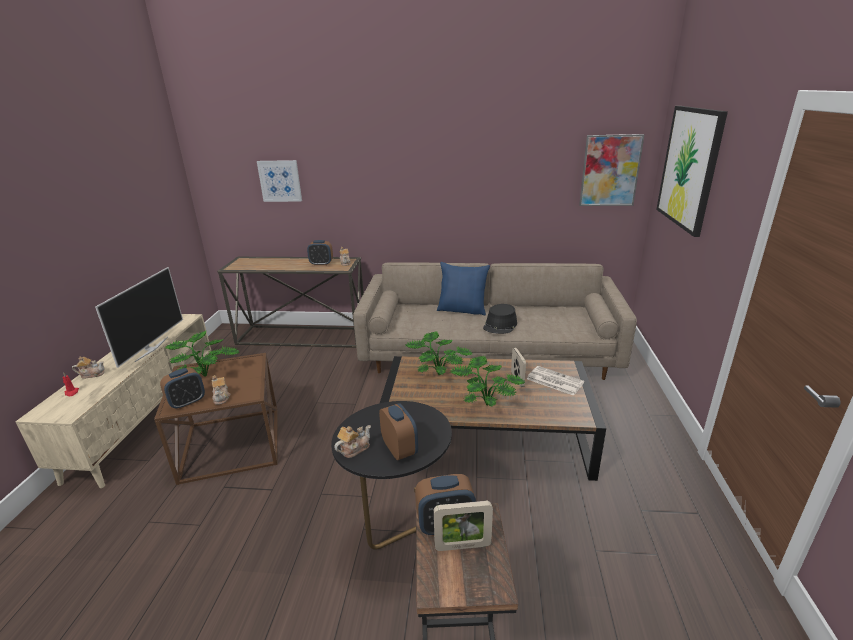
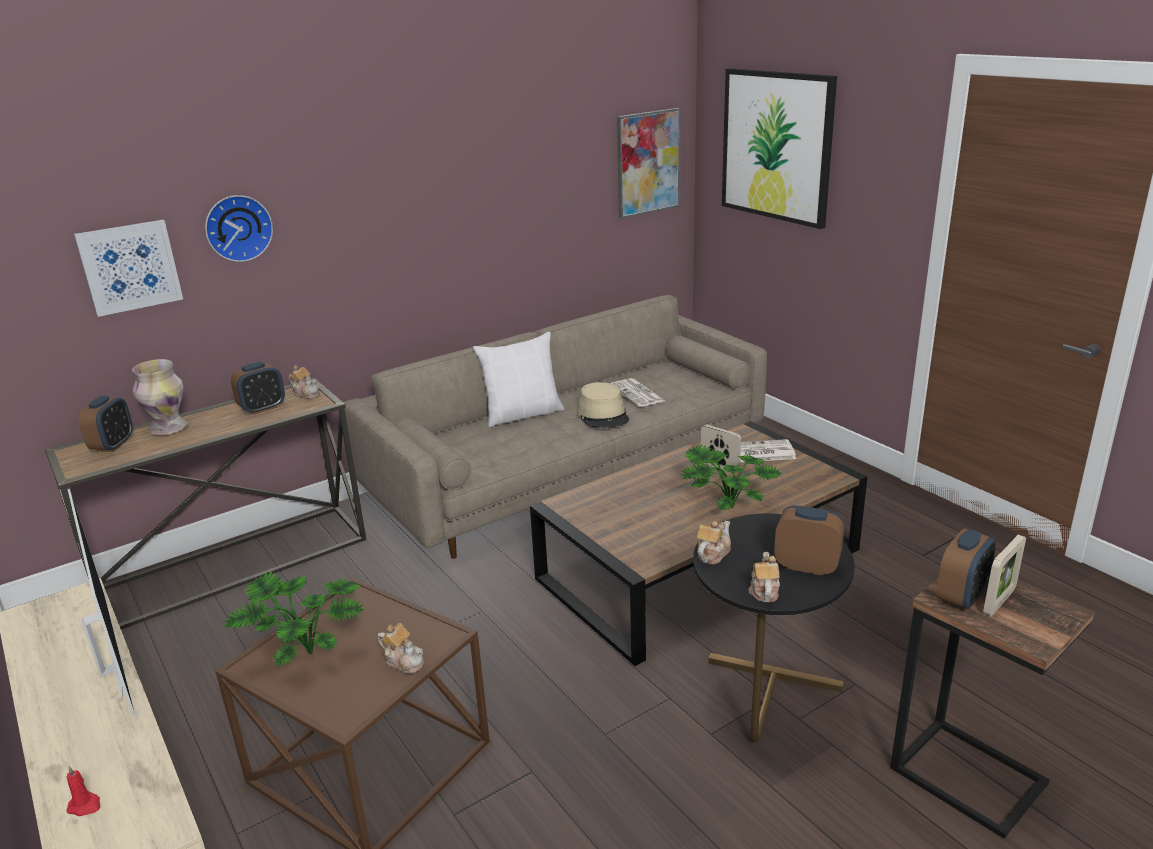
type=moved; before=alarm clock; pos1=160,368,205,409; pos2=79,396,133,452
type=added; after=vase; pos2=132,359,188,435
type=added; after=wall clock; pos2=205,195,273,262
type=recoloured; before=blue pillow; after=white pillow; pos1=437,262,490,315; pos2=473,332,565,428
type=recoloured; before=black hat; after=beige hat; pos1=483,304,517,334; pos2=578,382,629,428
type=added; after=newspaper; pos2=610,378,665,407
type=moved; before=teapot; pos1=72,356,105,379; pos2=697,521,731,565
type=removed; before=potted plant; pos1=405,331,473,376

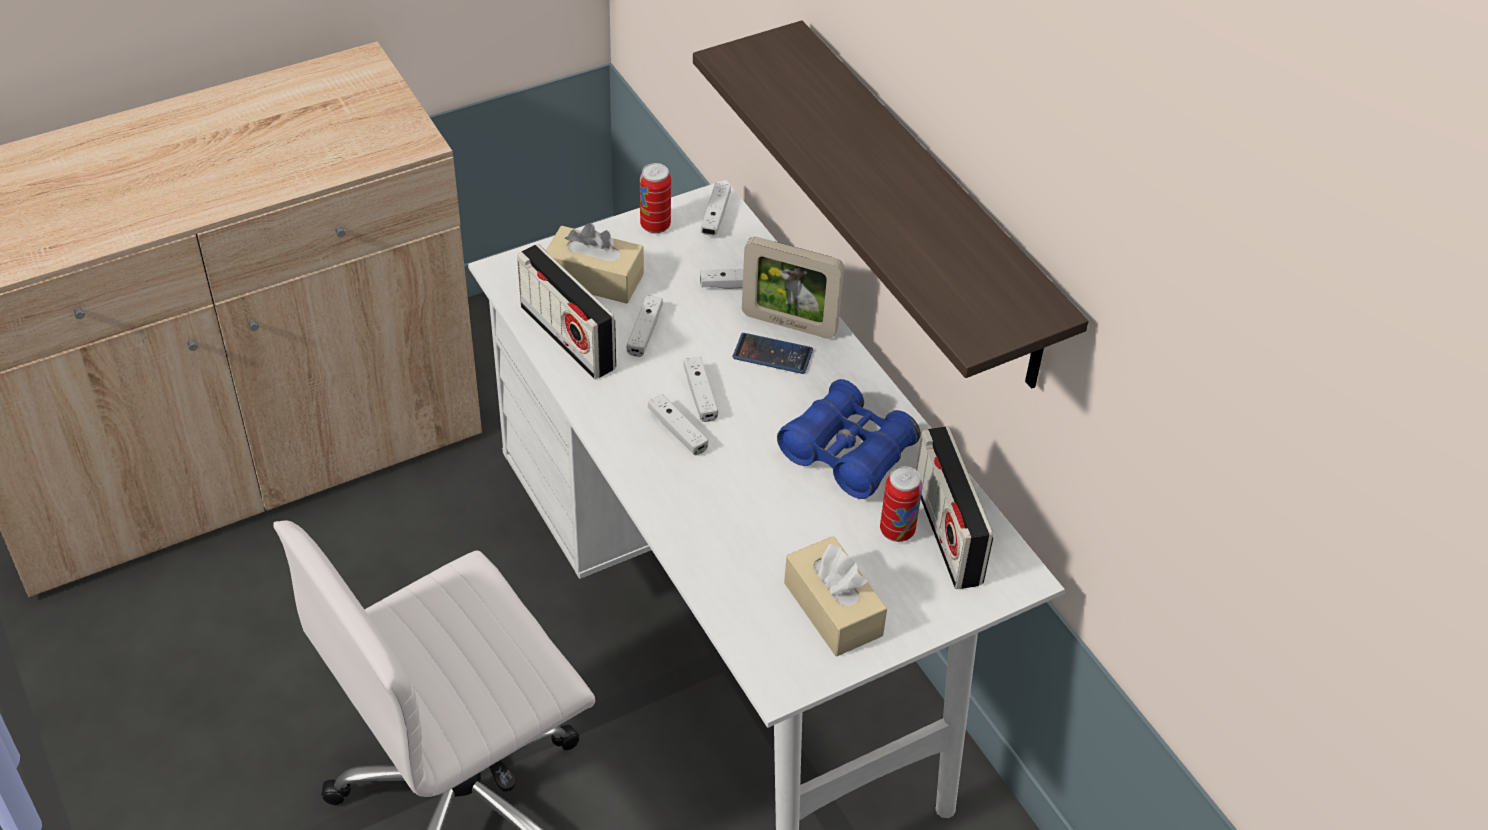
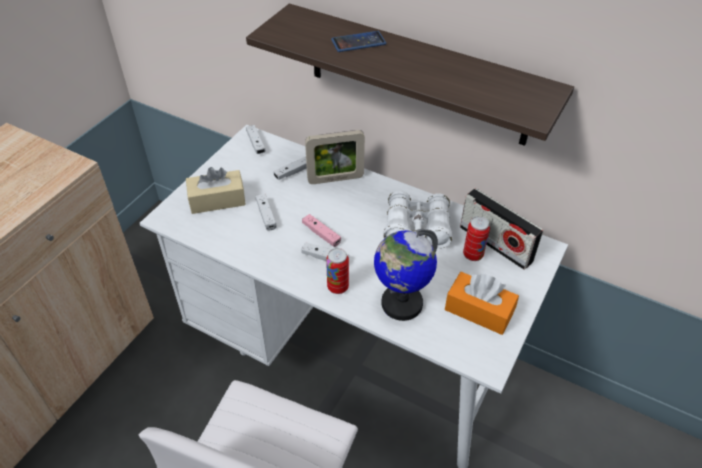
type=recoloured; before=white game controller; after=pink game controller; pos1=683,357,718,422; pos2=302,214,341,247
type=moved; before=can; pos1=640,163,671,234; pos2=326,248,349,294
type=moved; before=phone; pos1=732,333,813,374; pos2=331,31,386,52
type=added; after=globe; pos2=374,229,438,321
type=recoloured; before=blue binoculars; after=white binoculars; pos1=777,379,921,499; pos2=383,191,452,249
type=recoloured; before=beige tissue box; after=orange tissue box; pos1=784,536,887,656; pos2=445,272,519,335
type=removed; before=radio; pos1=517,244,616,379

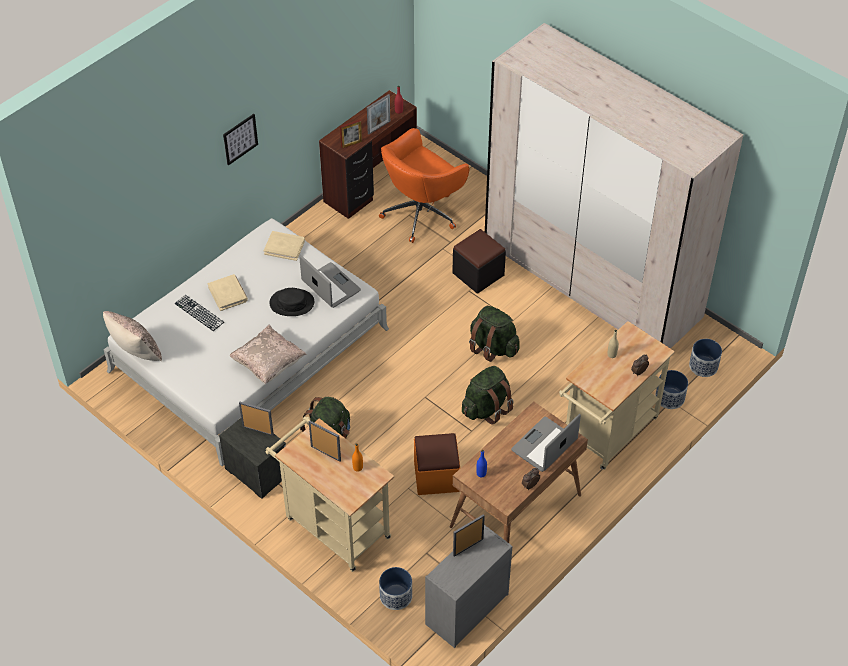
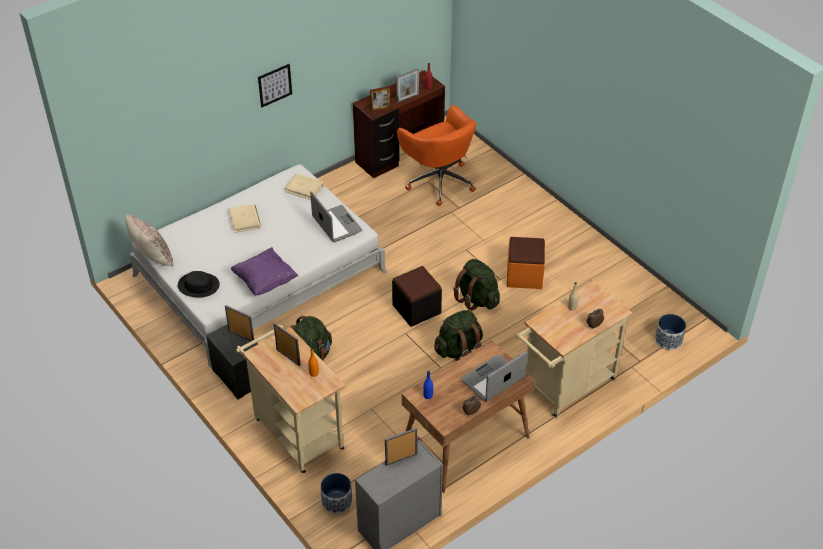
type=moved; before=black hat; pos1=269,288,314,316; pos2=178,271,220,297
type=recoloured; before=beige pillow; after=purple pillow; pos1=229,325,307,384; pos2=231,247,298,296
type=moved; before=black ottoman; pos1=452,229,506,294; pos2=392,266,442,327
type=turned; before=orange office chair; pos1=379,128,470,243; pos2=397,105,477,206; turn=-90
type=moved; before=orange ottoman; pos1=414,433,460,495; pos2=507,237,545,289
type=removed; before=keyboard; pos1=174,295,224,331
type=removed; before=beige wardrobe; pos1=485,23,743,349
type=removed; before=planter; pos1=655,370,688,409

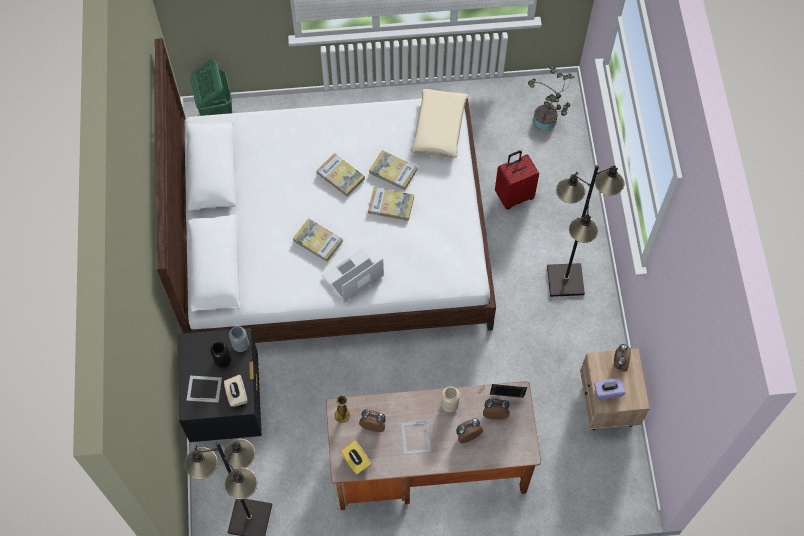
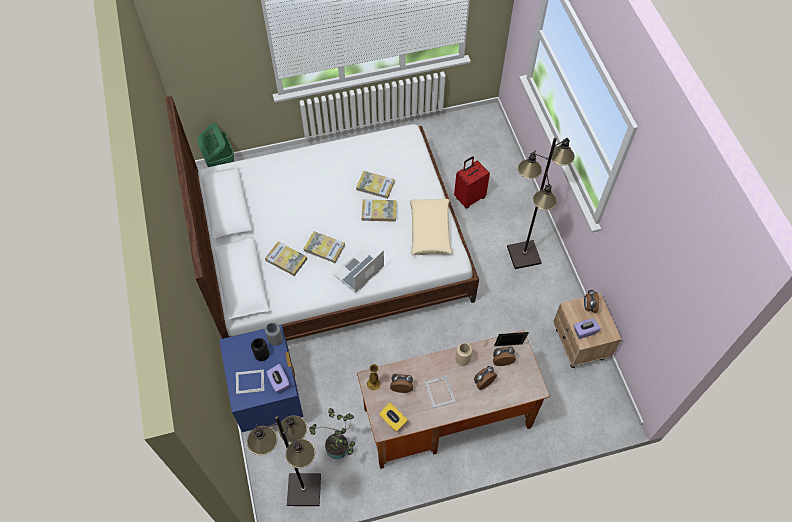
type=recoloured; before=black nightstand; after=blue nightstand; pos1=177,328,262,442; pos2=219,325,303,432
type=moved; before=book; pos1=317,153,365,197; pos2=265,241,307,276
type=recoloured; before=beige tissue box; after=purple tissue box; pos1=224,375,247,407; pos2=267,364,290,393
type=moved; before=potted plant; pos1=528,65,574,131; pos2=309,408,355,459
type=moved; before=beige pillow; pos1=410,89,468,158; pos2=410,199,452,255

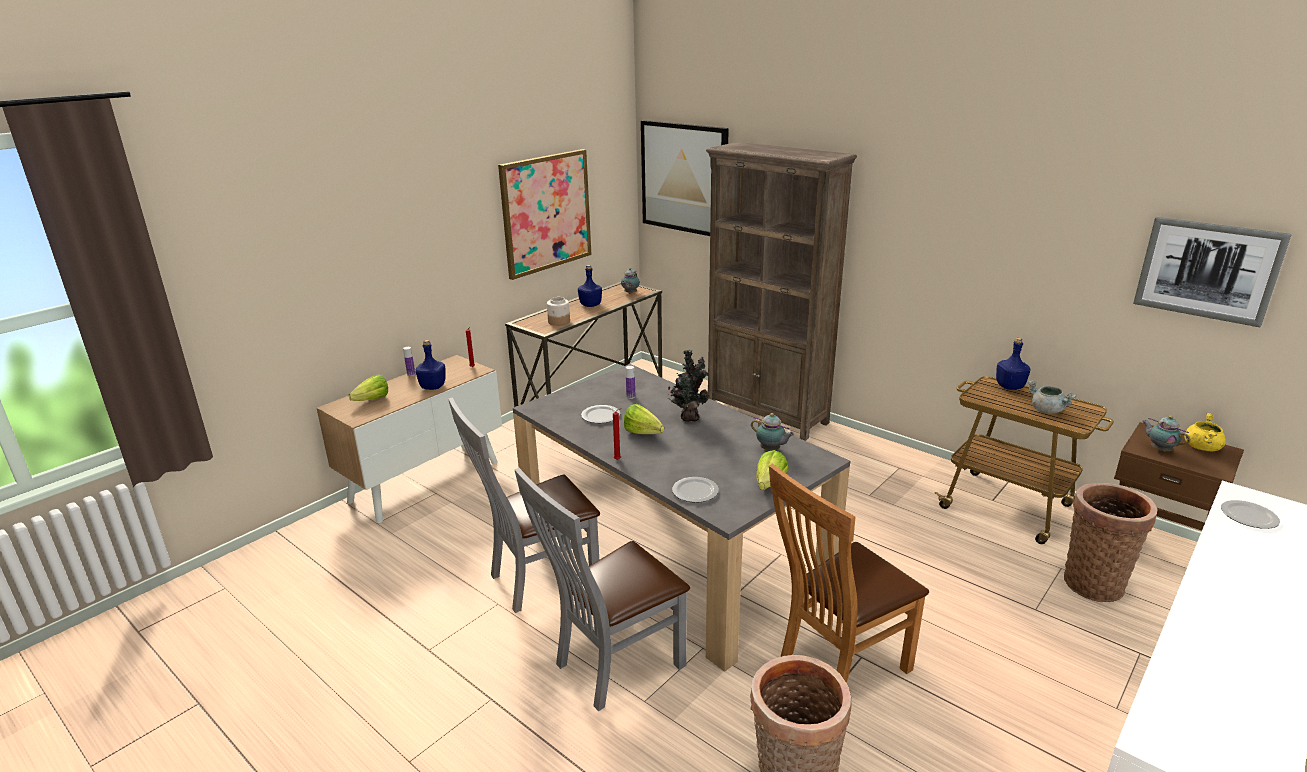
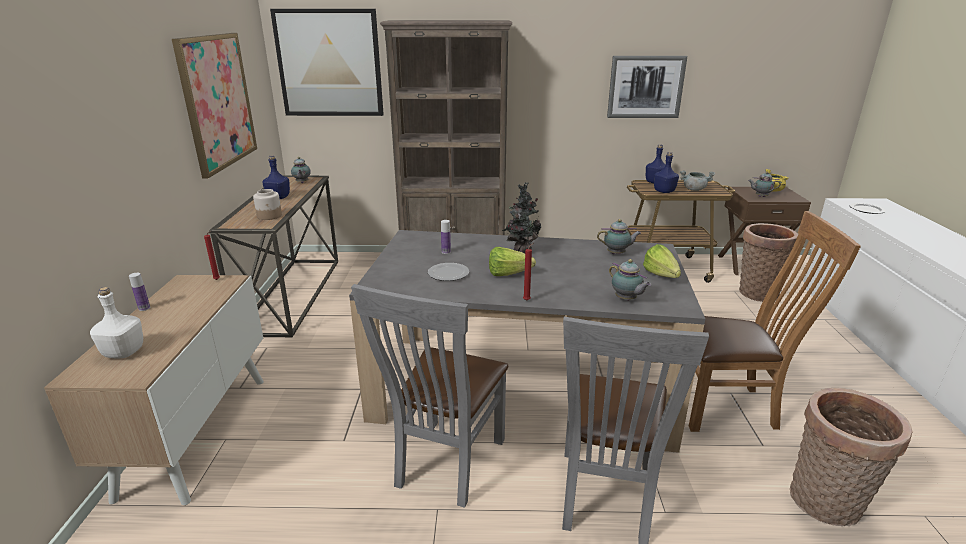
type=replaced; before=lettuce; after=white bottle; pos1=349,375,388,401; pos2=90,287,143,358
type=moved; before=picture; pos1=1133,217,1292,328; pos2=607,56,687,118
type=replaced; before=plate; after=teapot; pos1=672,477,719,503; pos2=609,259,651,301
type=moved; before=blue bottle; pos1=416,340,446,390; pos2=654,152,679,193
type=turned; before=brown chair; pos1=769,464,929,683; pos2=689,211,861,432; turn=-105

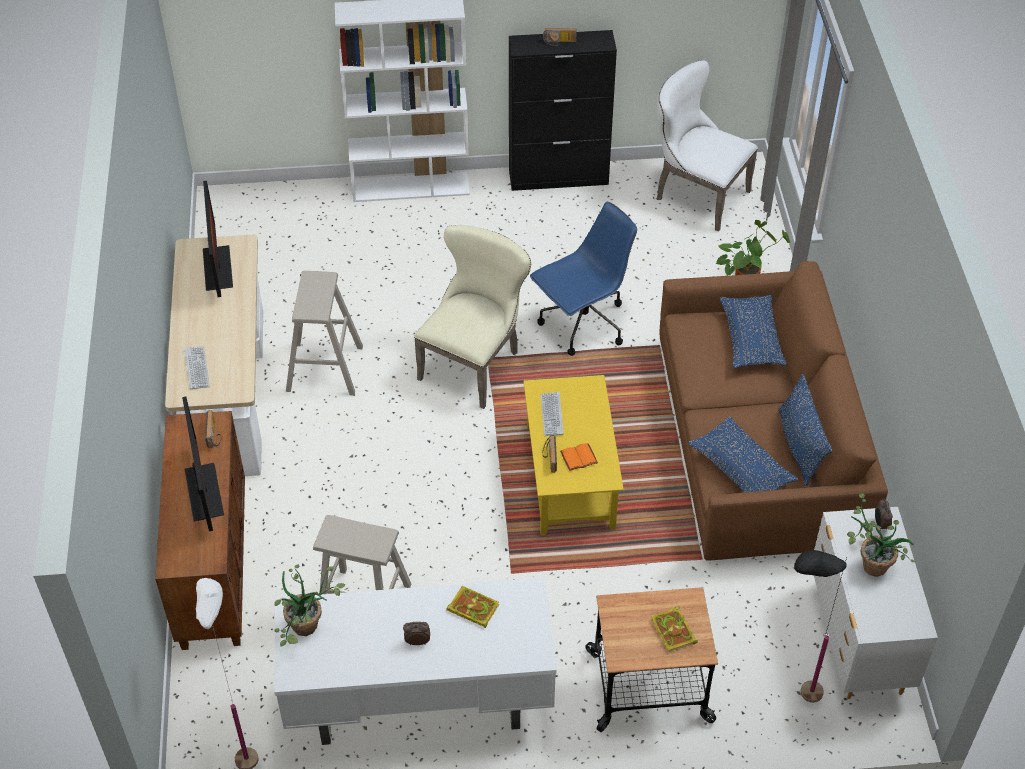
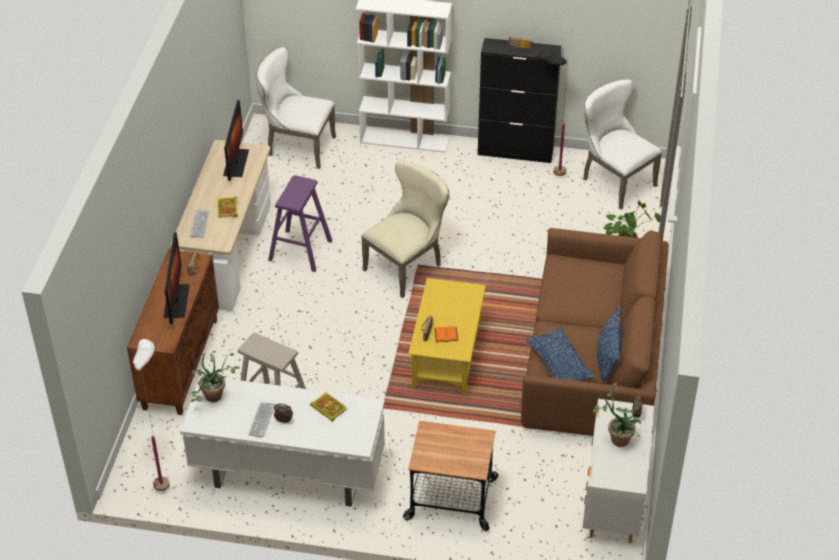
type=moved; before=book; pos1=651,606,698,652; pos2=218,197,238,218
type=moved; before=keyboard; pos1=541,392,564,436; pos2=248,402,275,437
type=added; after=white chair; pos2=256,47,336,169
type=recoloured; before=beige stool; after=purple stool; pos1=286,271,363,395; pos2=268,175,333,272
type=moved; before=black floor lamp; pos1=794,550,847,703; pos2=537,50,568,176
type=removed; before=blue office chair; pos1=530,202,637,356
type=removed; before=blue pillow; pos1=720,295,787,368

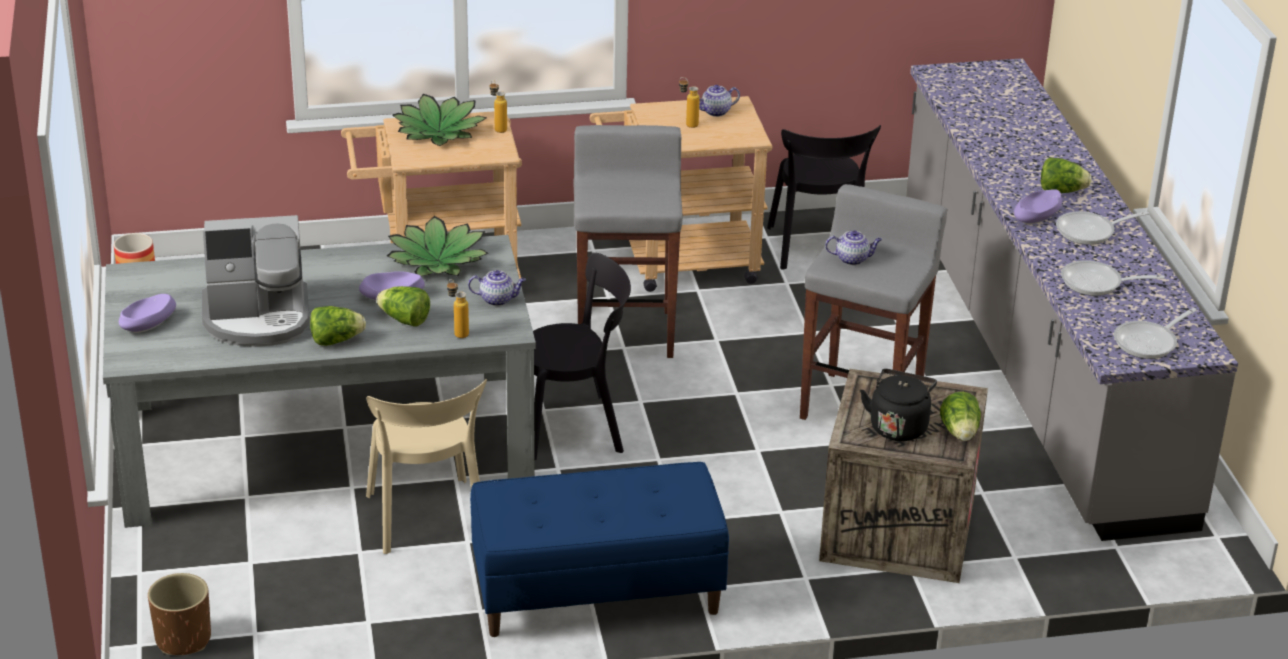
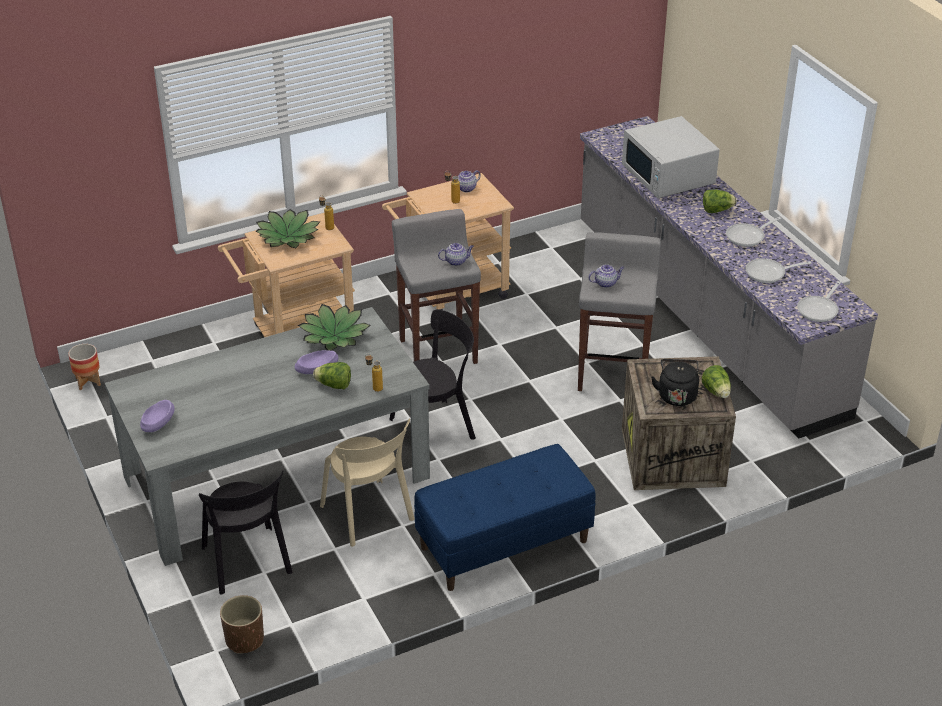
type=moved; before=black chair; pos1=767,125,881,270; pos2=199,470,293,595
type=moved; before=teapot; pos1=468,270,526,306; pos2=438,243,474,266
type=added; after=white microwave; pos2=622,116,720,198
type=removed; before=coffee machine; pos1=202,215,309,347
type=removed; before=lettuce; pos1=310,306,366,346
type=removed; before=purple bowl; pos1=1014,189,1062,224

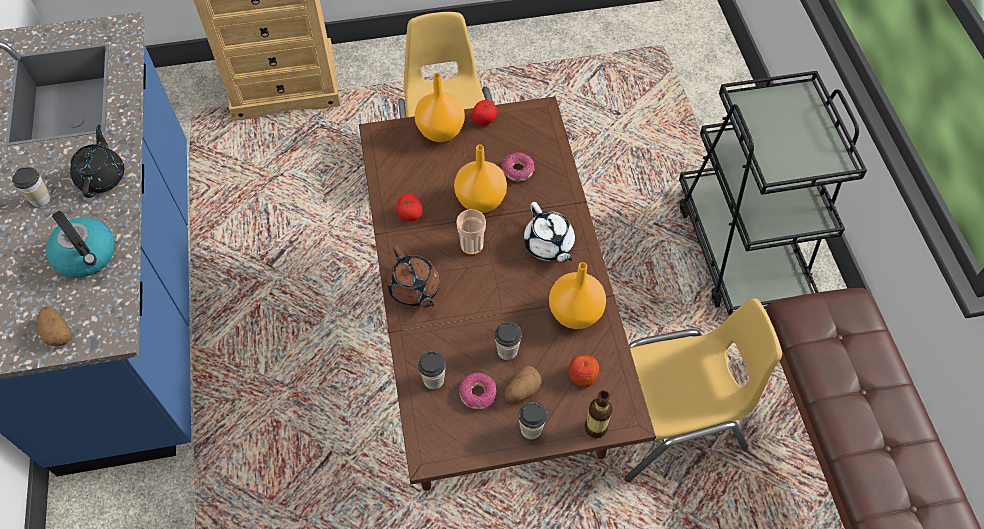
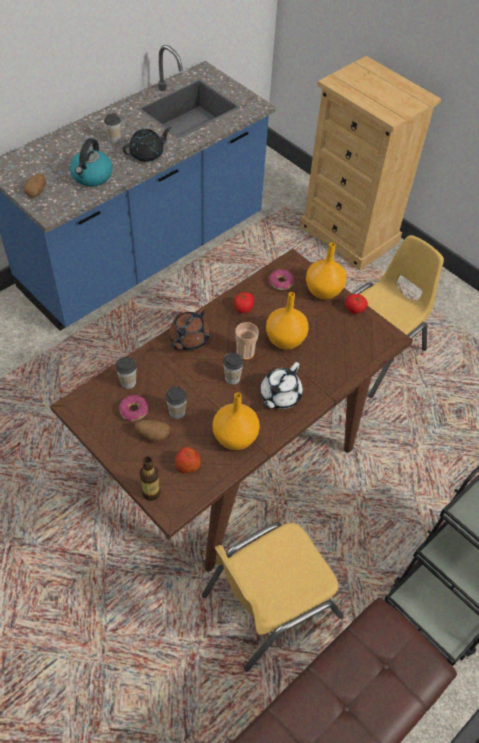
type=turned; before=yellow chair; pos1=625,298,782,482; pos2=202,522,344,672; turn=105
type=moved; before=cup; pos1=518,401,547,439; pos2=223,353,244,385
type=moved; before=donut; pos1=501,153,535,181; pos2=269,269,294,290

